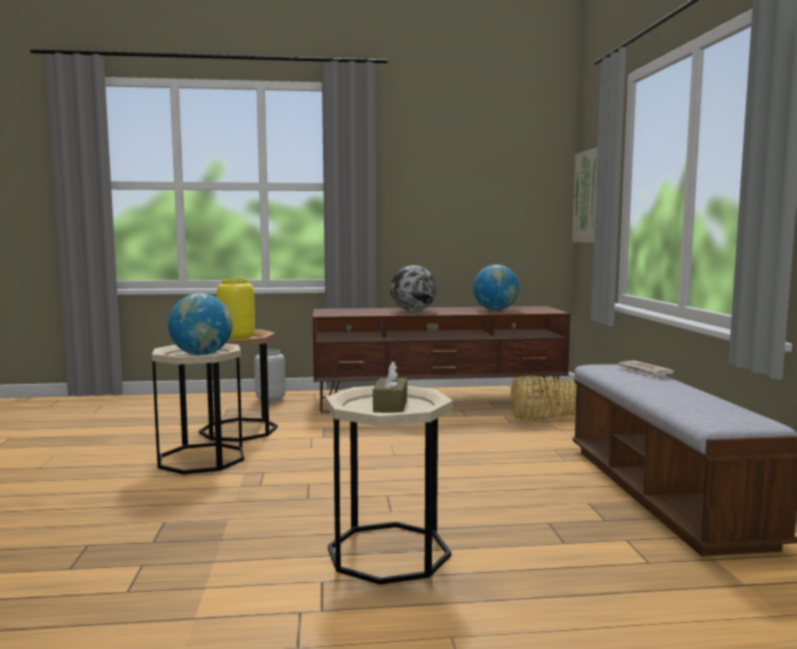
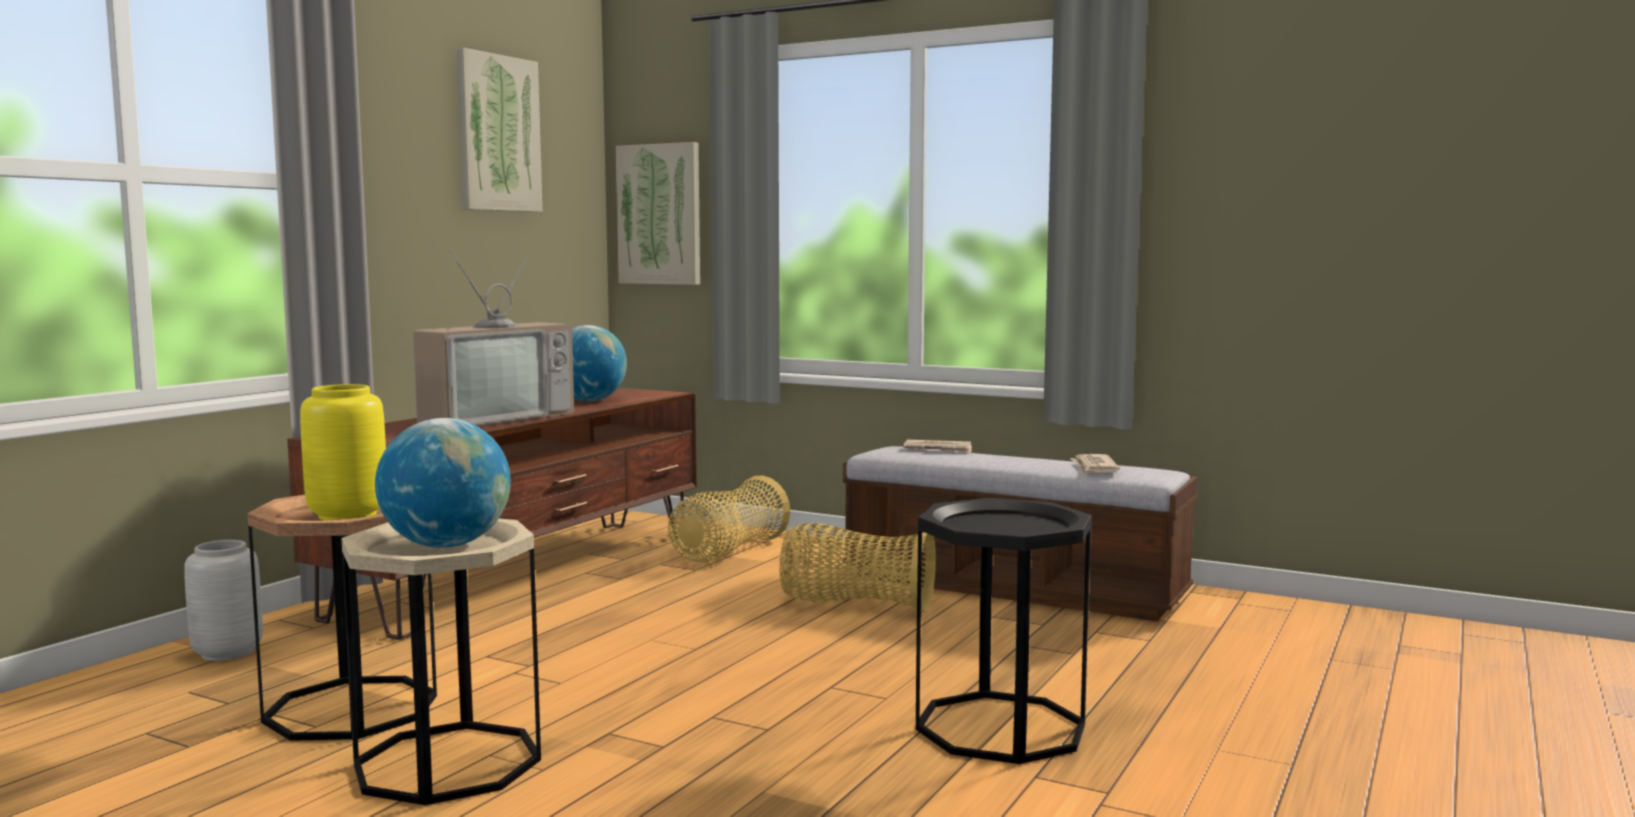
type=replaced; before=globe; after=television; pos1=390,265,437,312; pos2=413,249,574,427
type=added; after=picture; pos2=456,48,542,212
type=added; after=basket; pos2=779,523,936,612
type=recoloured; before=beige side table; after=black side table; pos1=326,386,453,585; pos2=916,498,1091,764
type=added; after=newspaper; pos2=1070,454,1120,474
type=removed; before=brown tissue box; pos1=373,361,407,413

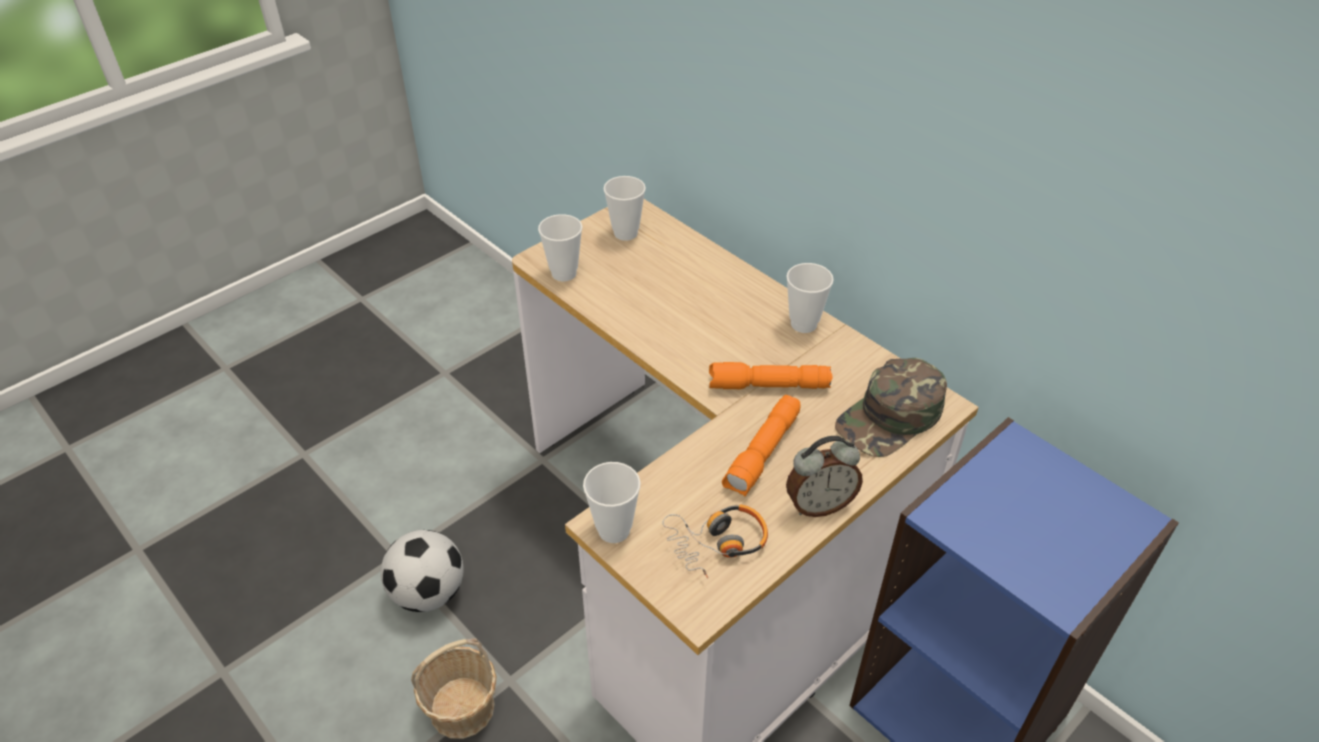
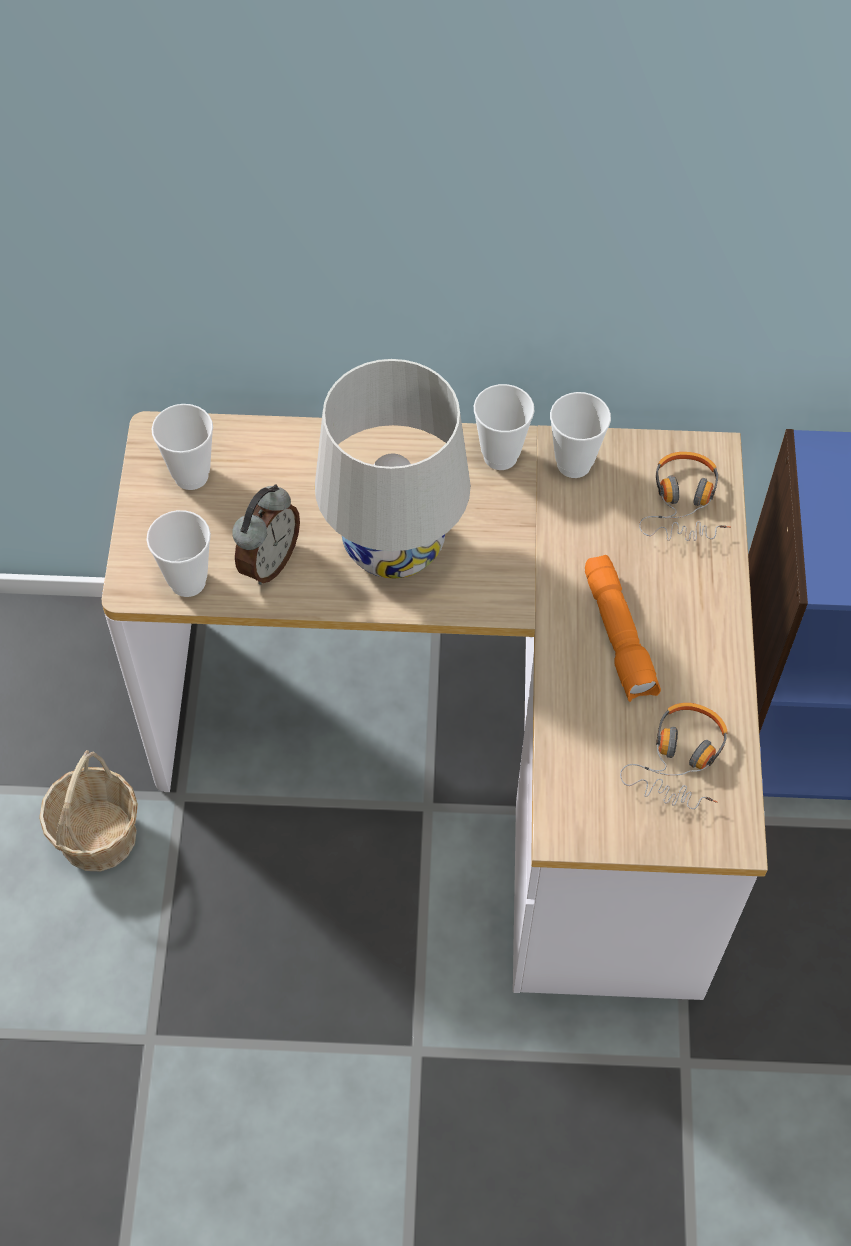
type=moved; before=basket; pos1=411,638,497,739; pos2=39,750,138,872
type=moved; before=alarm clock; pos1=786,436,863,517; pos2=232,484,300,585
type=added; after=white table lamp; pos2=315,359,471,579
type=moved; before=cup; pos1=583,462,641,543; pos2=550,392,611,478
type=replaced; before=green cap; after=headphones; pos1=835,358,947,457; pos2=639,452,731,541
type=removed; before=football; pos1=381,530,464,612
type=removed; before=orange flashlight; pos1=709,362,833,389

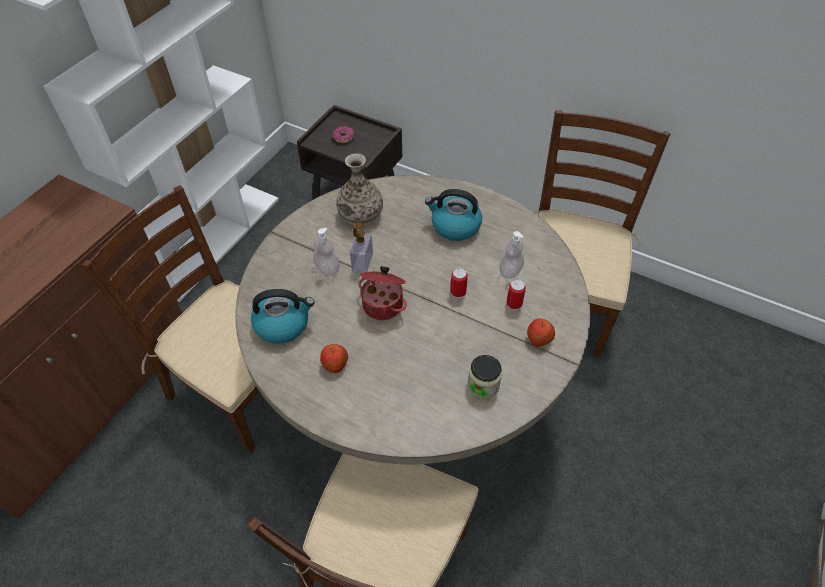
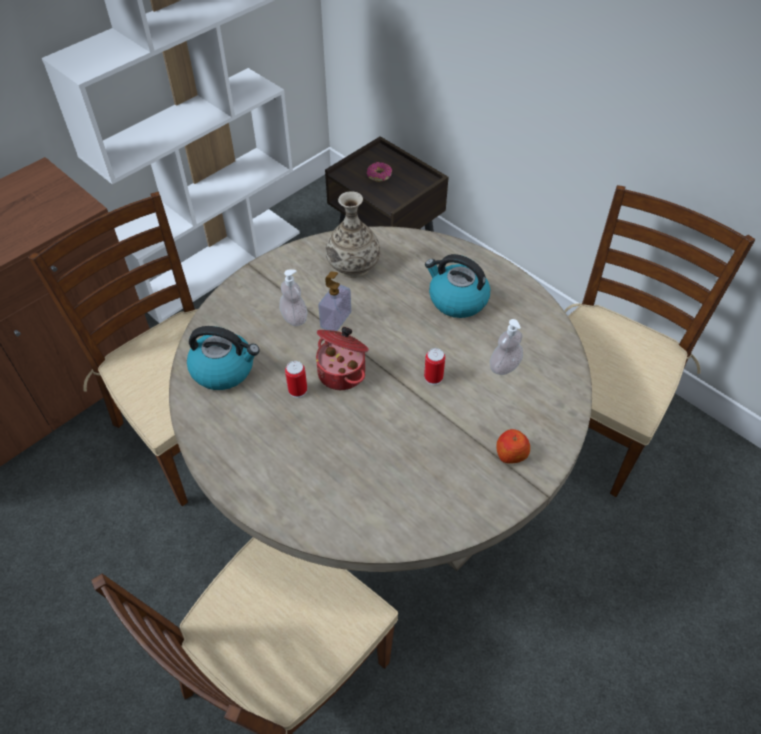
type=moved; before=can; pos1=507,279,526,310; pos2=285,361,307,398
type=removed; before=apple; pos1=320,344,348,373
type=removed; before=jar; pos1=468,355,502,399

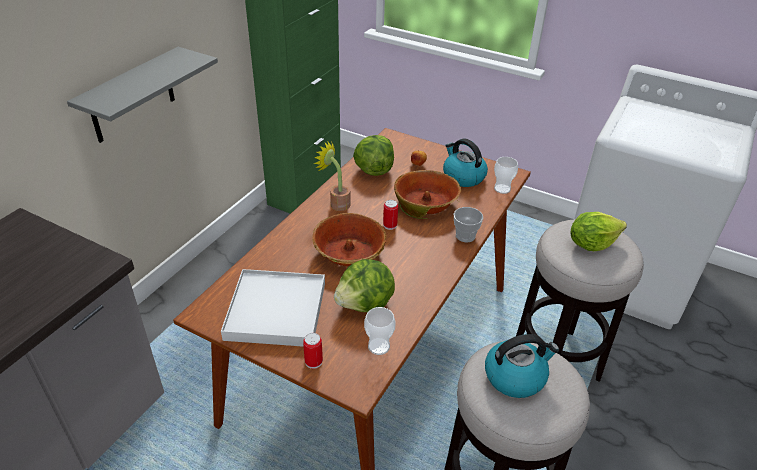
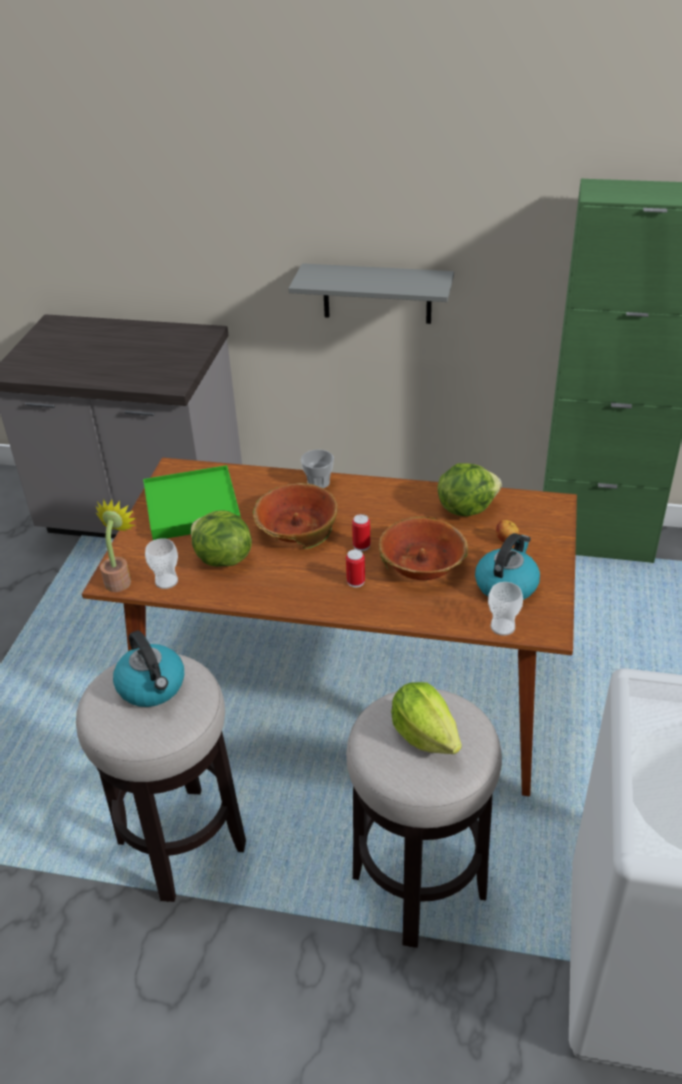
type=moved; before=potted plant; pos1=313,141,350,211; pos2=96,498,136,592
type=recoloured; before=white tray; after=green tray; pos1=221,269,325,347; pos2=143,465,241,540
type=moved; before=cup; pos1=454,207,483,242; pos2=301,450,334,488
type=moved; before=can; pos1=303,333,323,369; pos2=346,549,365,587

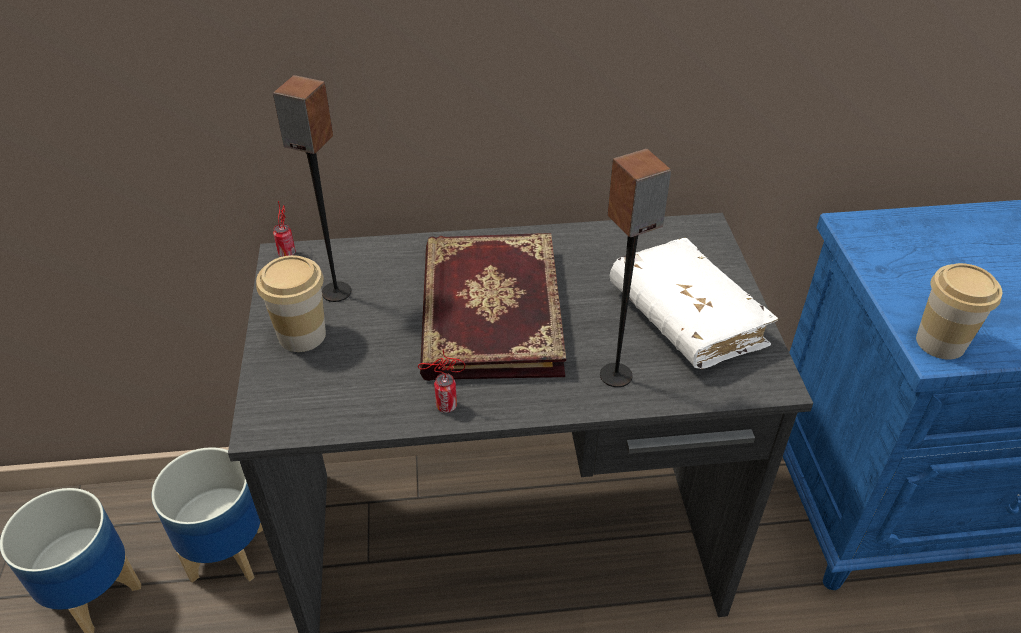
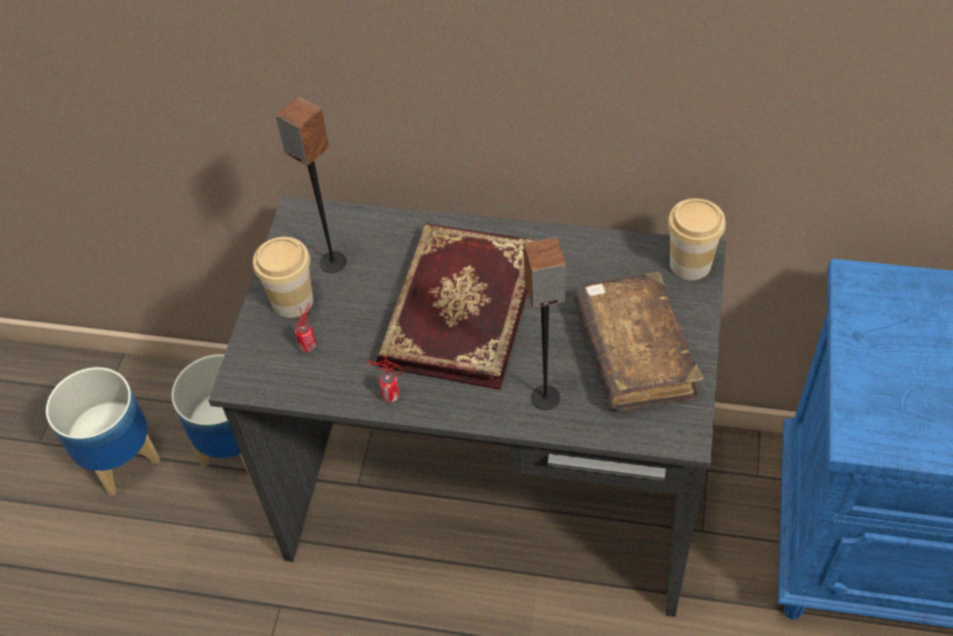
type=moved; before=can; pos1=273,201,296,257; pos2=295,303,316,352
type=recoloured; before=white book; after=brown book; pos1=610,237,778,369; pos2=574,272,703,410
type=moved; before=cup; pos1=916,263,1002,360; pos2=668,198,726,280

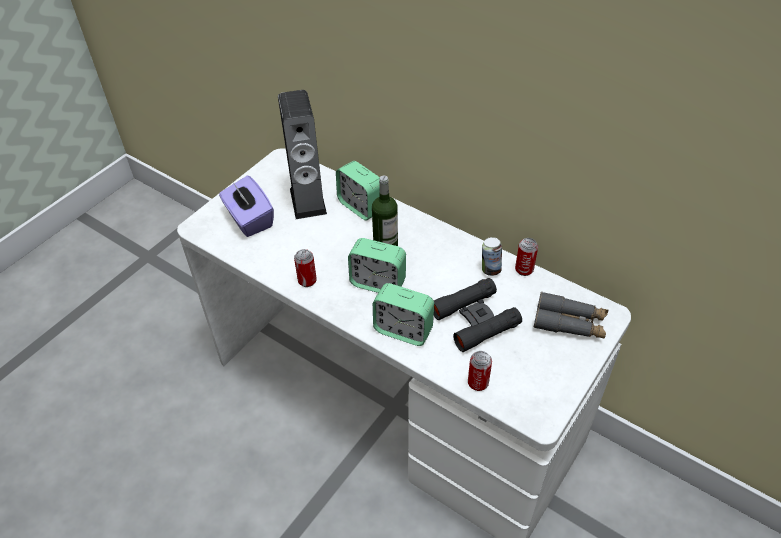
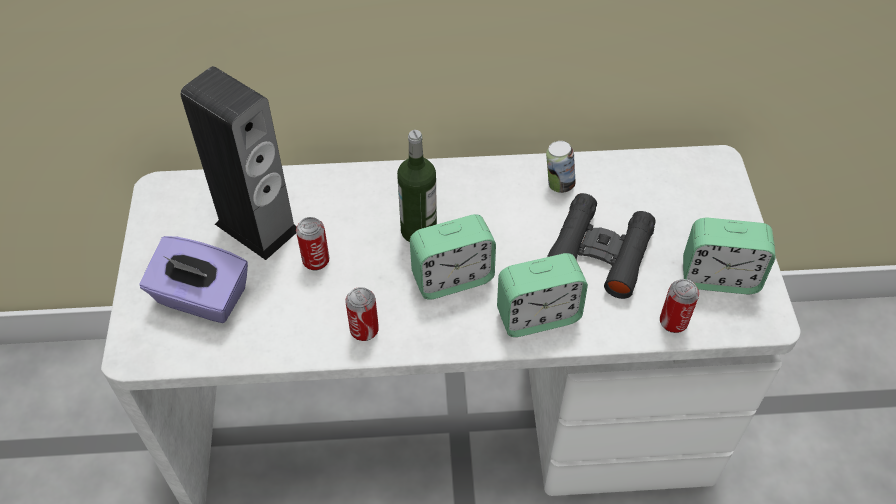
type=moved; before=can; pos1=515,238,538,276; pos2=296,217,329,271
type=moved; before=alarm clock; pos1=336,161,380,221; pos2=683,218,776,294
type=removed; before=grey binoculars; pos1=534,292,609,339

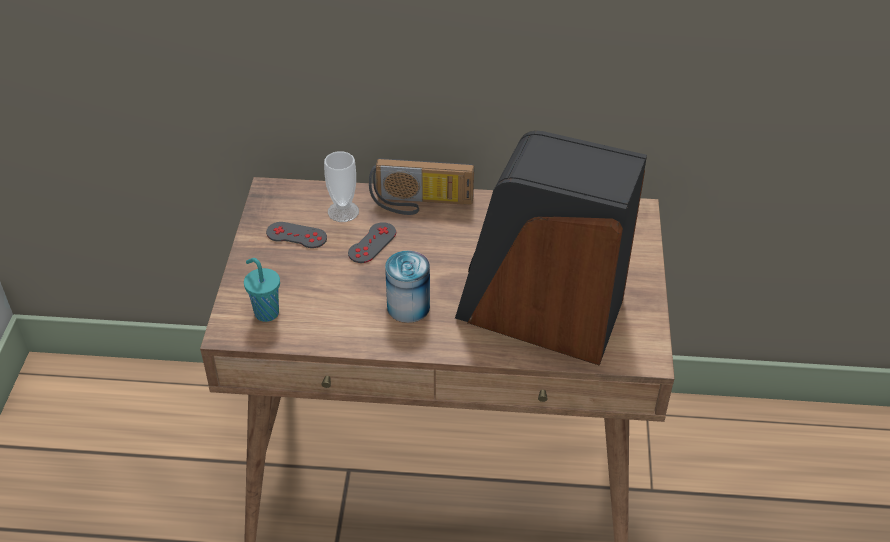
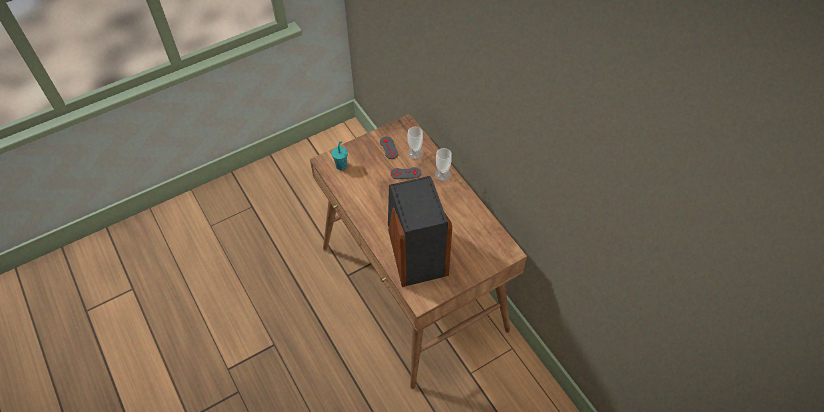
type=replaced; before=radio; after=cup; pos1=369,158,474,215; pos2=435,148,452,181
type=removed; before=can; pos1=385,250,430,323

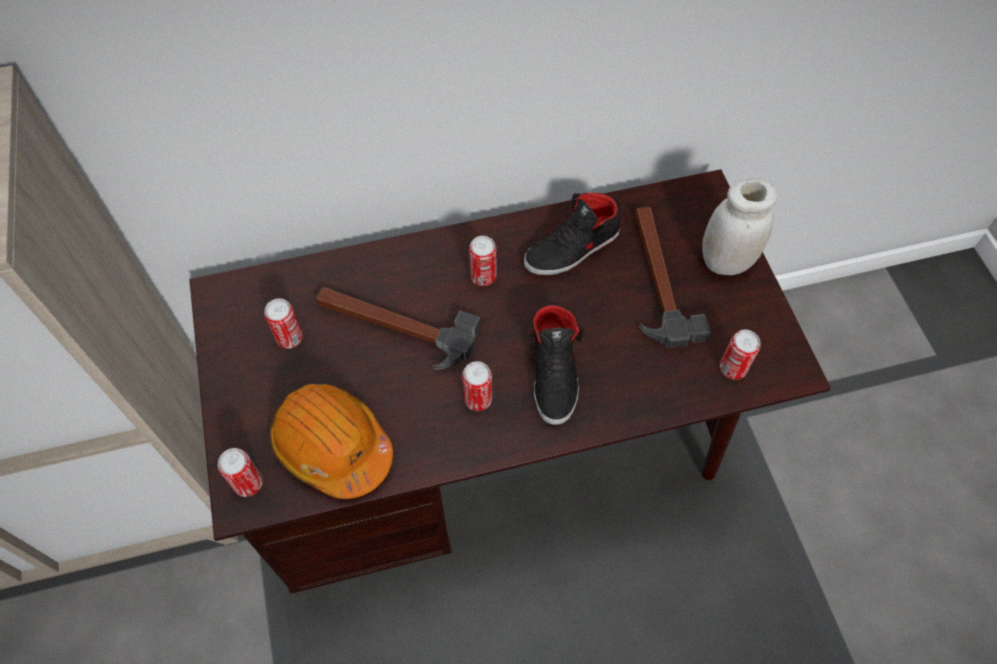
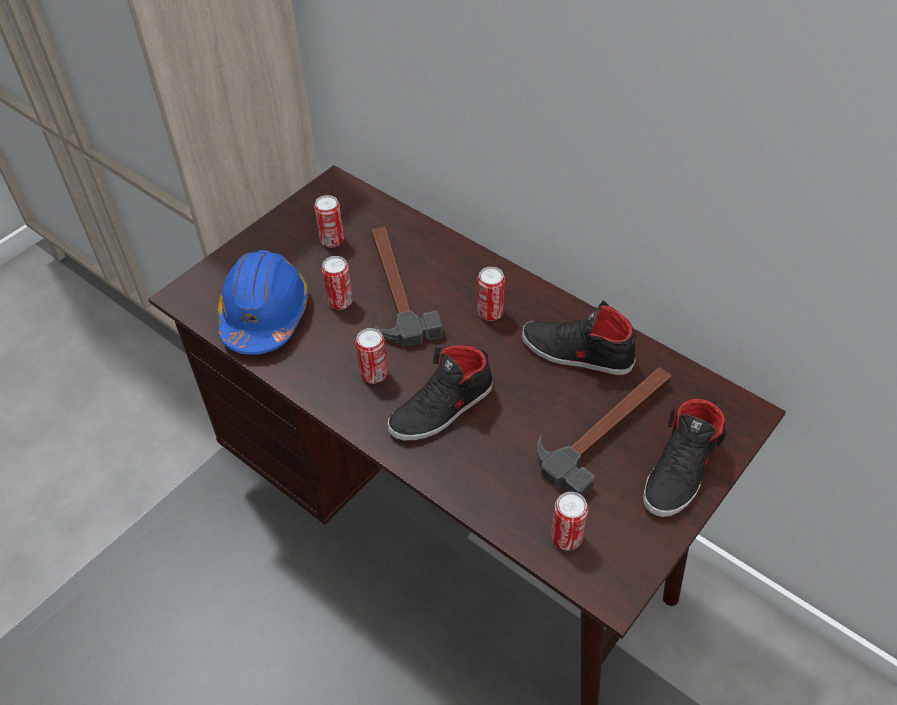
type=recoloured; before=orange hard hat; after=blue hard hat; pos1=270,384,393,499; pos2=217,250,308,355
type=moved; before=can; pos1=218,448,263,497; pos2=322,256,353,310
type=replaced; before=white jar; after=black shoe; pos1=702,178,777,275; pos2=643,398,728,517

